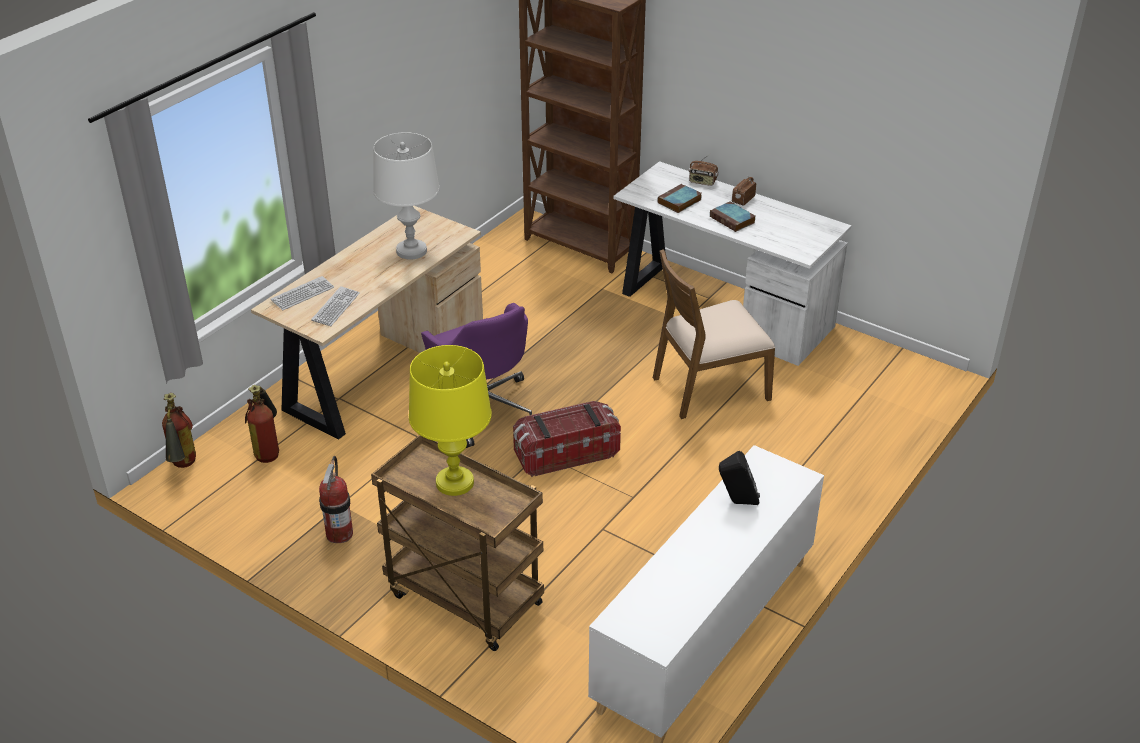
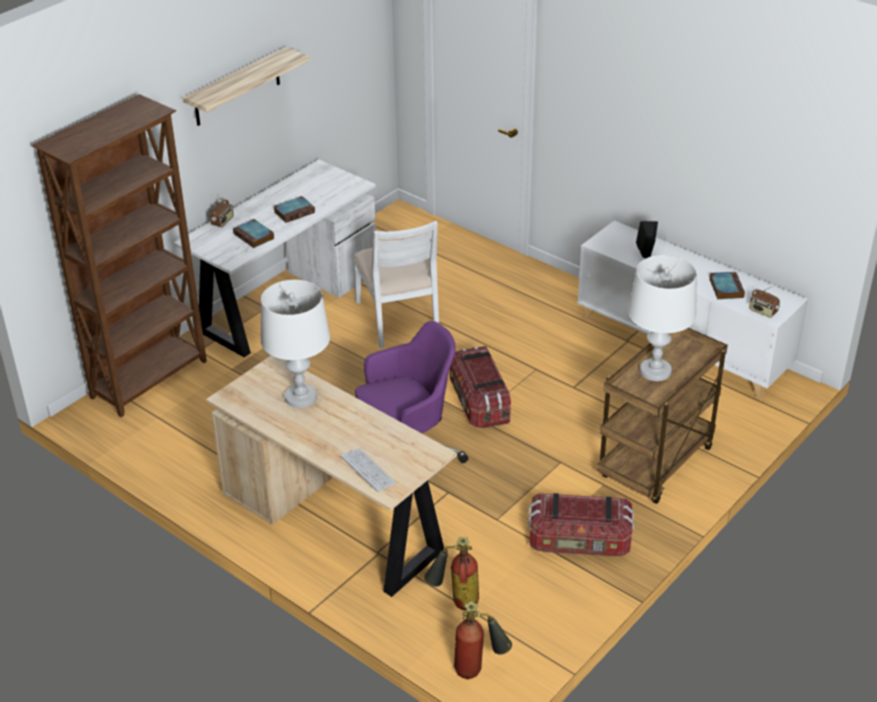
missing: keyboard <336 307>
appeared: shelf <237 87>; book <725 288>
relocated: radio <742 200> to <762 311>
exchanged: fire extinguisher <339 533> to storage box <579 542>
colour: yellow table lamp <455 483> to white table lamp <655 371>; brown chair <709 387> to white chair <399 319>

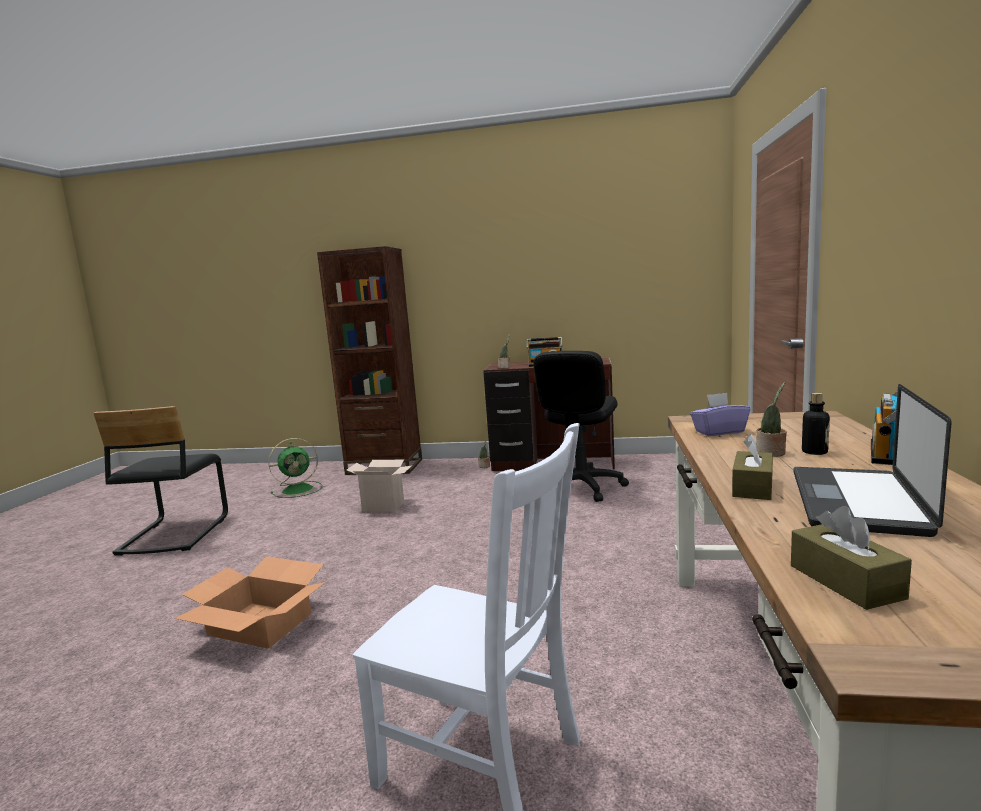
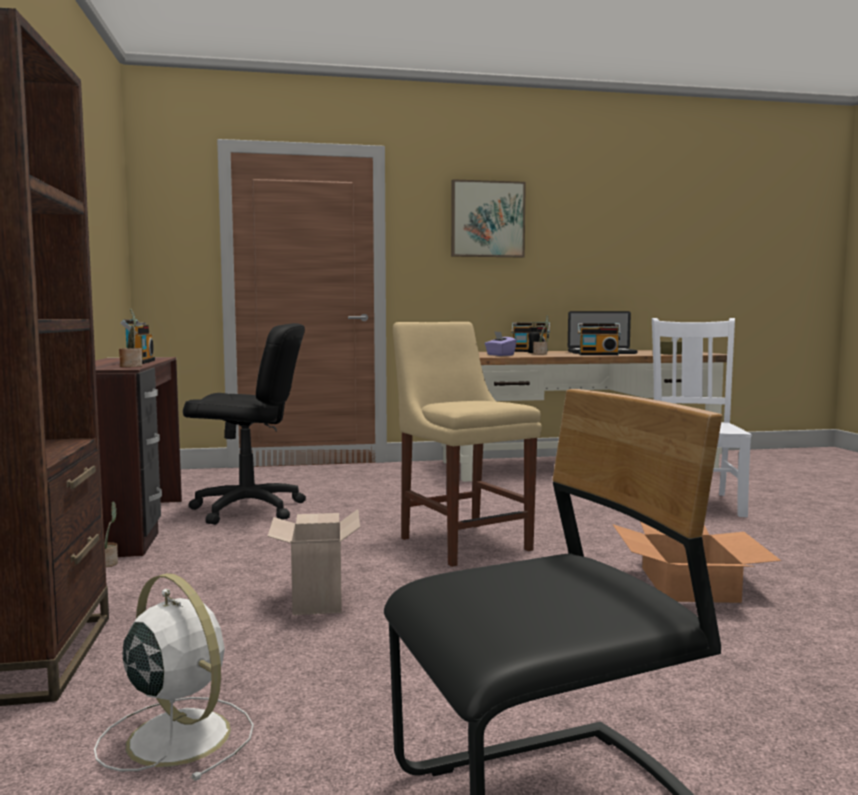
appeared: beige chair <462 542>; picture <487 219>
exchanged: brown tissue box <752 487> to radio <598 354>
colour: green fan <299 489> to white fan <176 735>

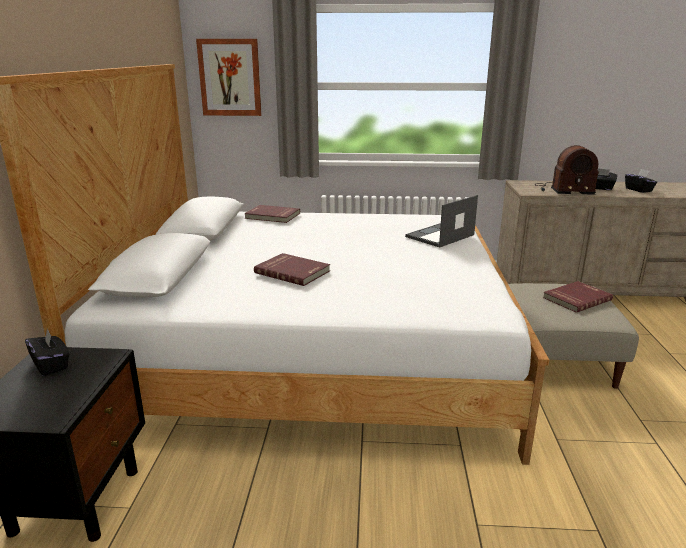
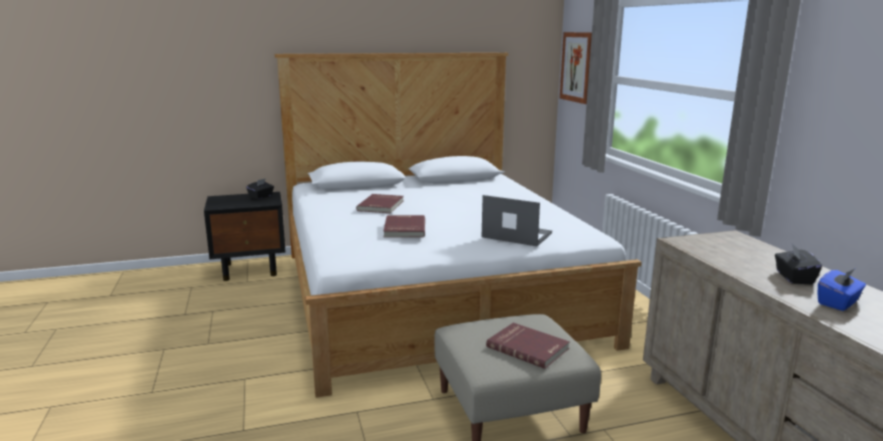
missing: radio <563 190>
relocated: red book <272 216> to <403 229>
colour: black tissue box <638 190> to blue tissue box <838 303>

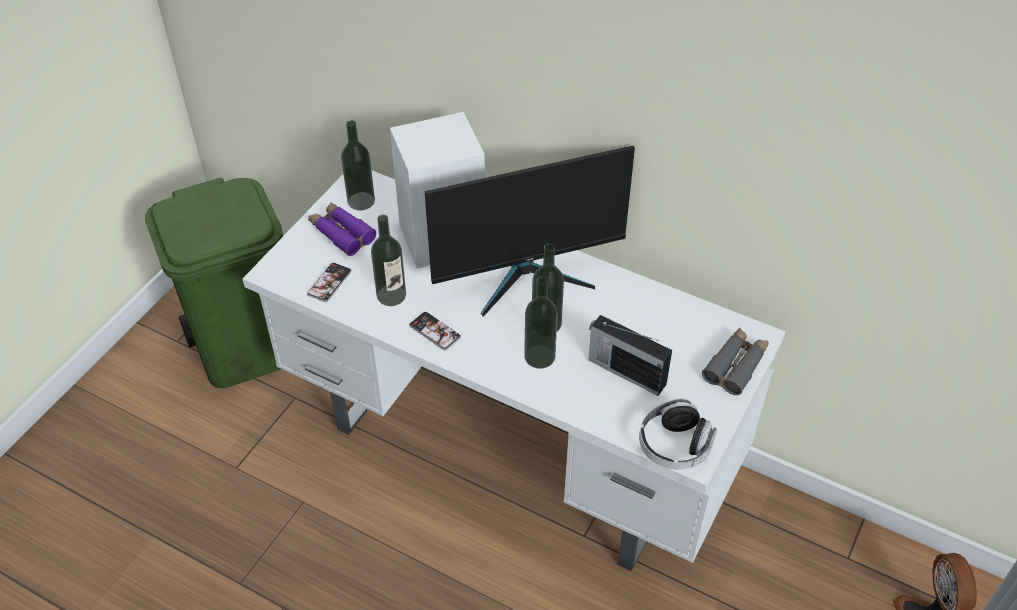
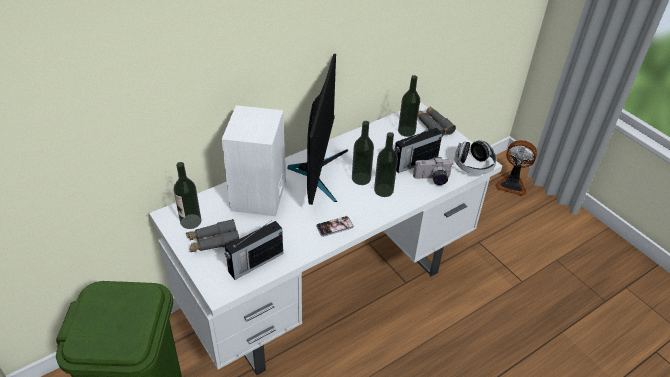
appeared: photo camera <432 179>
relocated: bottle <391 295> to <406 131>
exchanged: phone <329 283> to radio <255 263>
colour: purple binoculars <341 233> to grey binoculars <213 241>

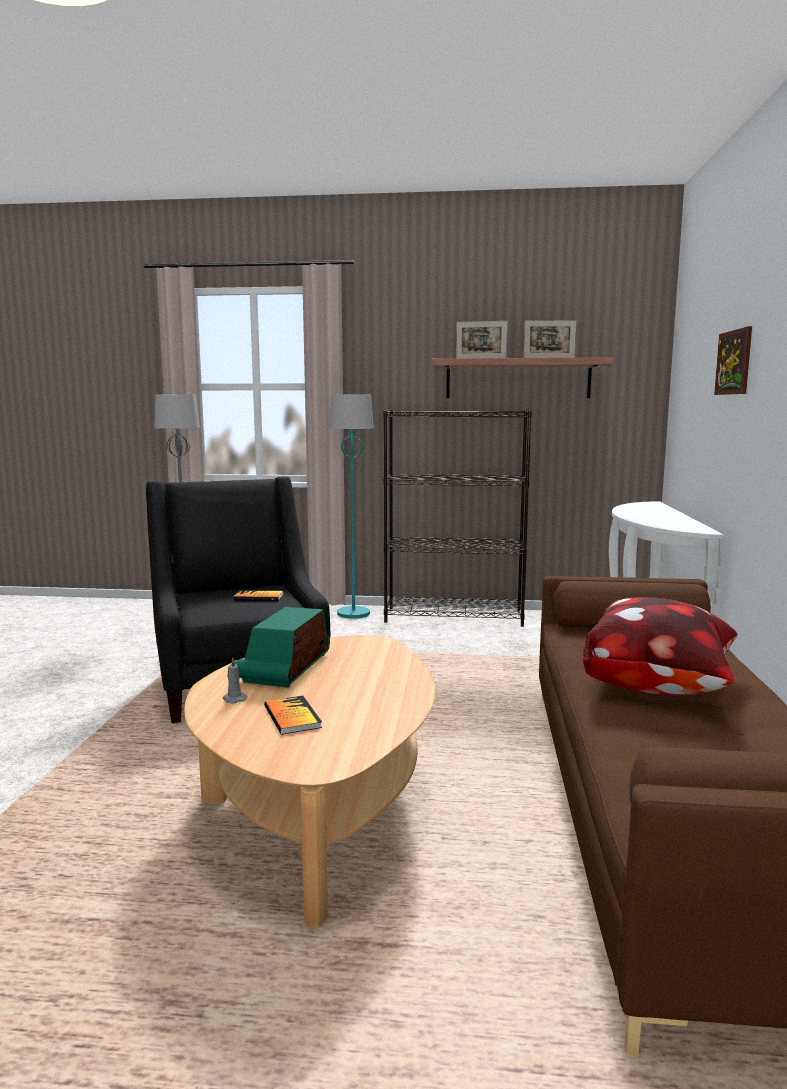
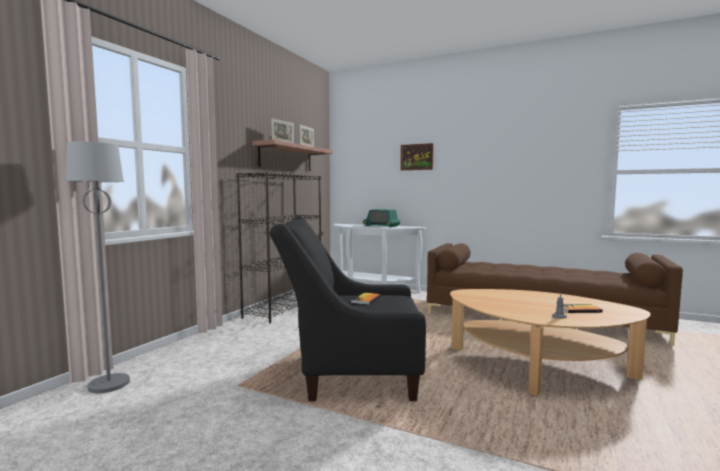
missing: turquoise floor lamp <354 613>; pillow <660 686>
relocated: radio <285 668> to <381 226>

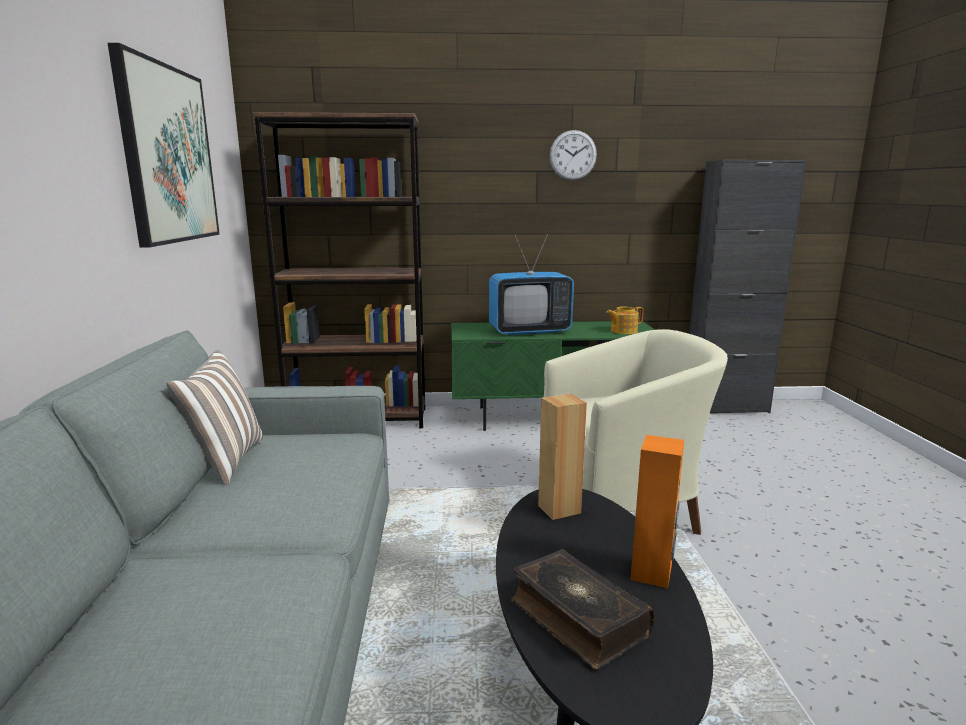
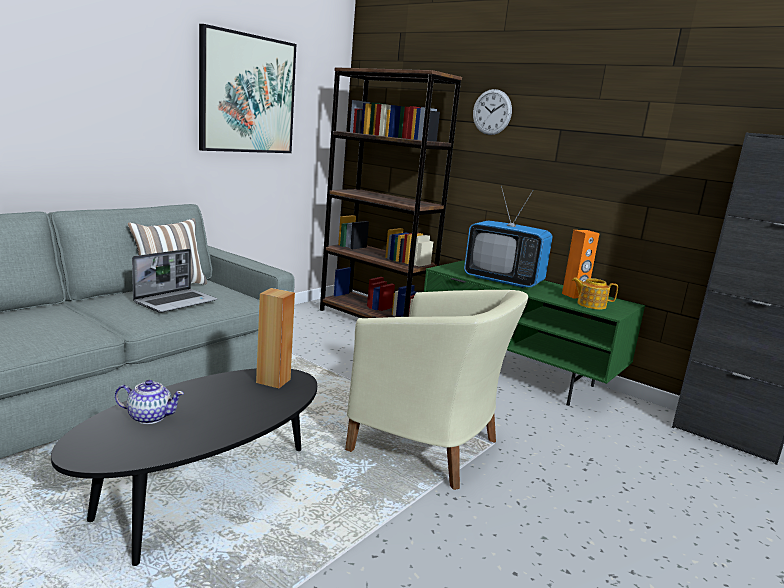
appeared: laptop <176 302>
relocated: wall clock <573 155> to <492 112>; orange speaker <652 573> to <574 295>
exchanged: book <576 618> to teapot <149 417>

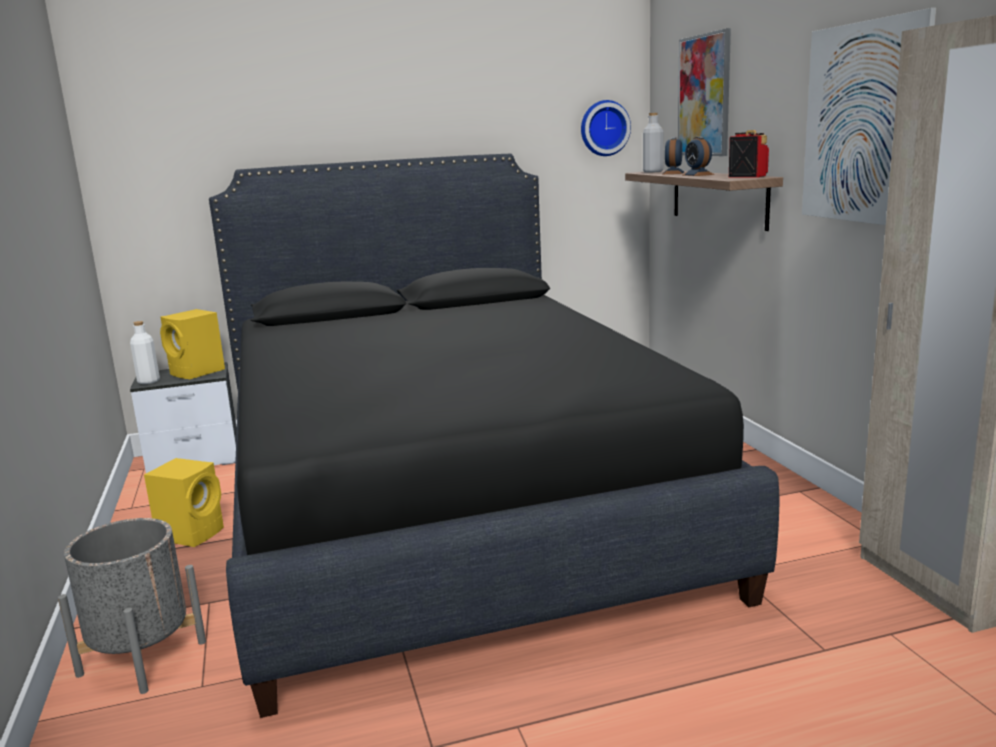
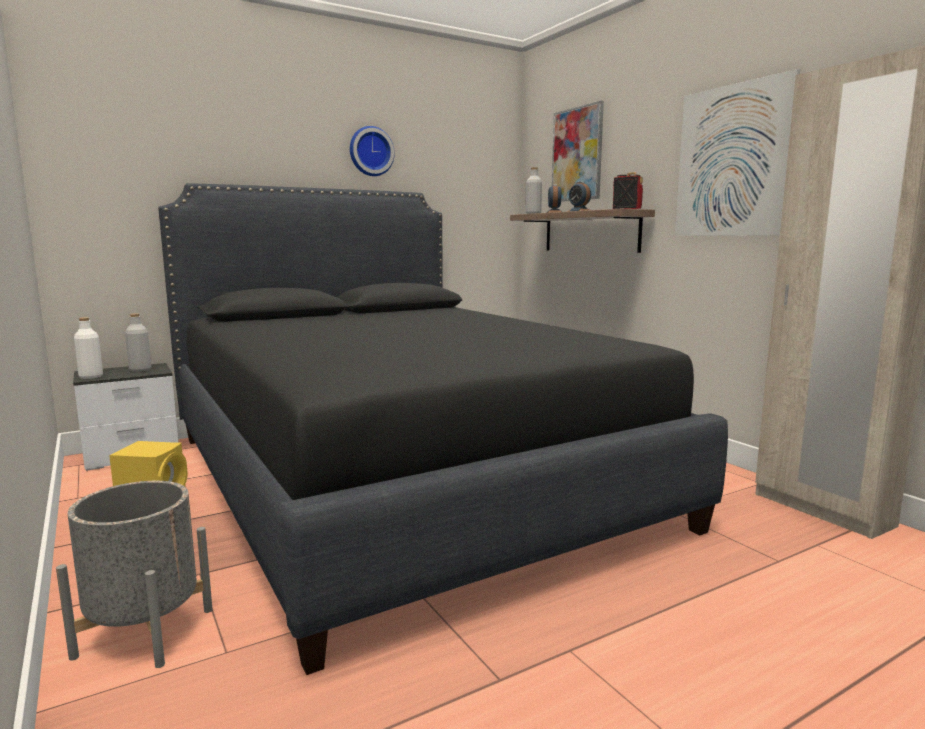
relocated: wall clock <604 128> to <370 151>
exchanged: yellow speaker <198 372> to grey bottle <140 370>

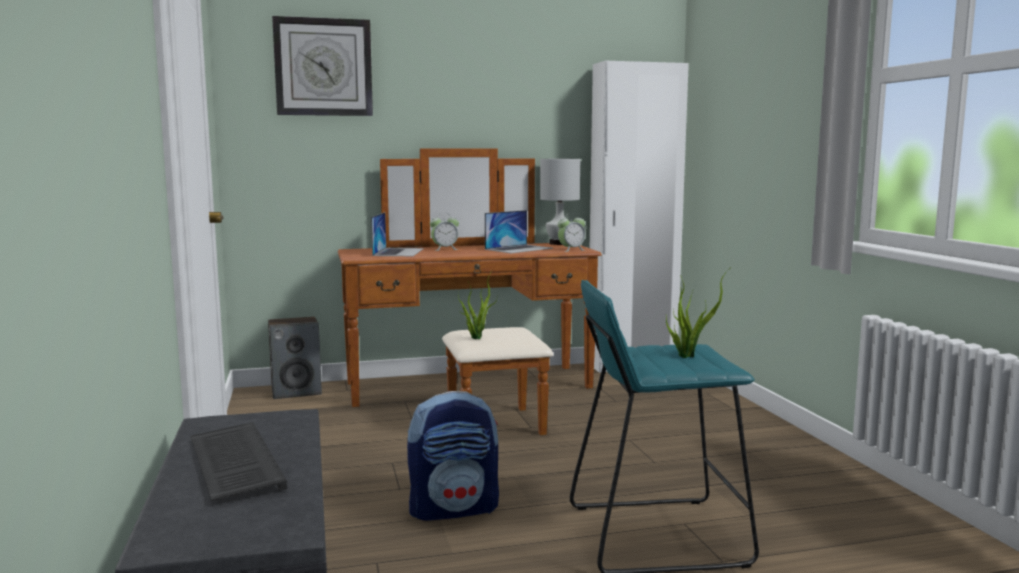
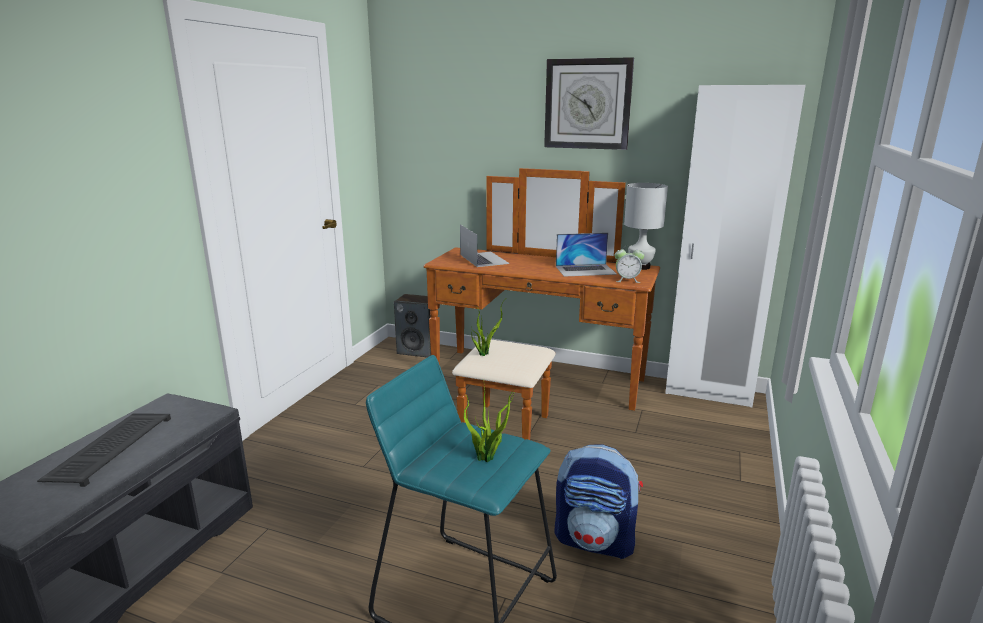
missing: alarm clock <444 249>
relocated: wall clock <323 67> to <587 104>; backpack <454 509> to <595 541>
spun: laptop <398 252> = <483 259> 60 degrees counterclockwise

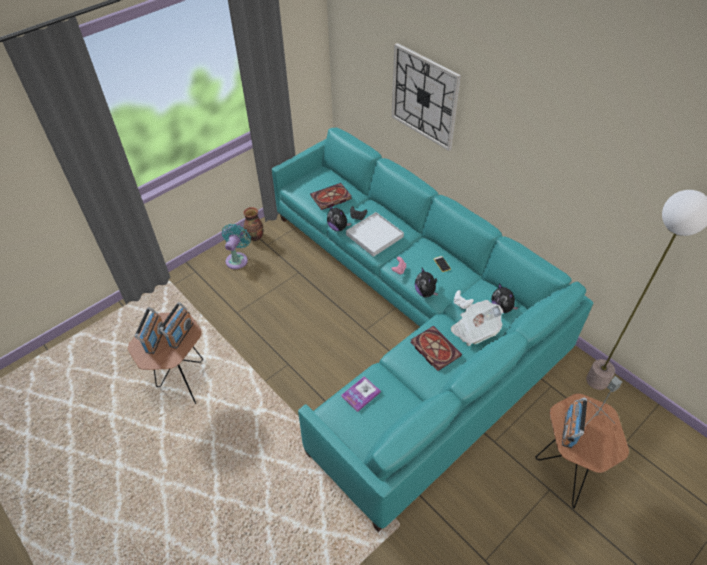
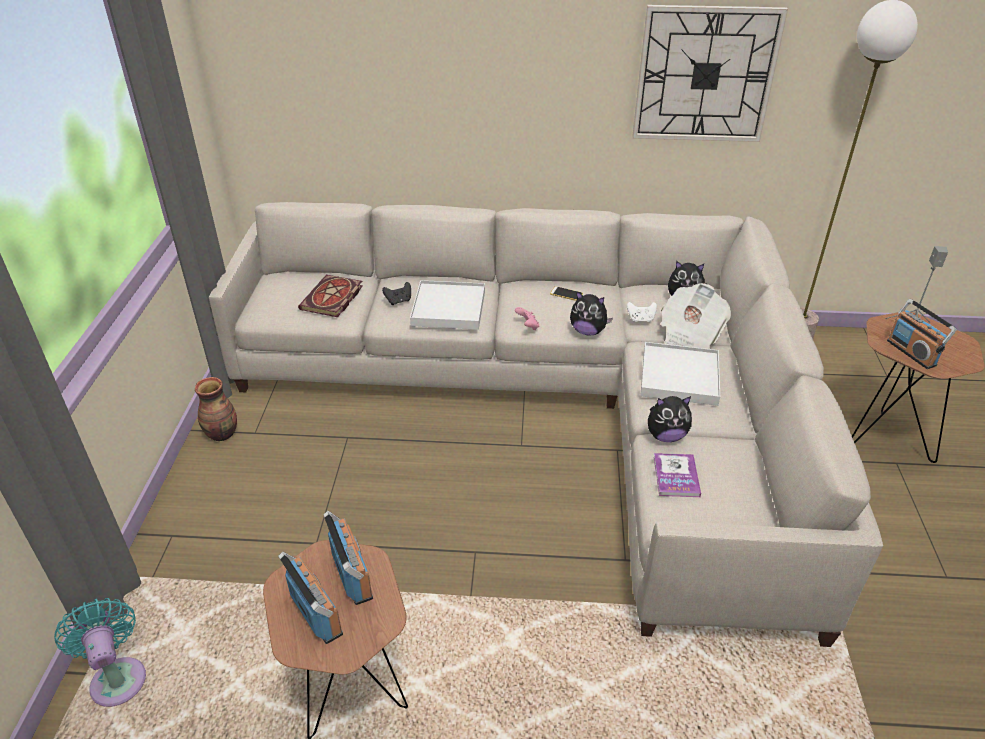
relocated: turquoise fan <237 259> to <117 677>; plush toy <338 227> to <666 435>; wall clock <424 97> to <705 75>
exchanged: book <433 349> to white tray <679 377>
colour: turquoise sofa <409 321> to beige sofa <558 403>

